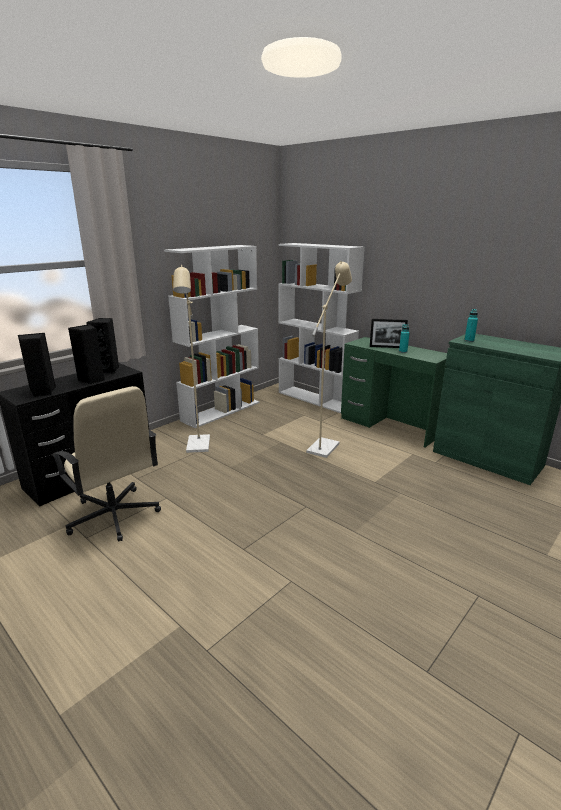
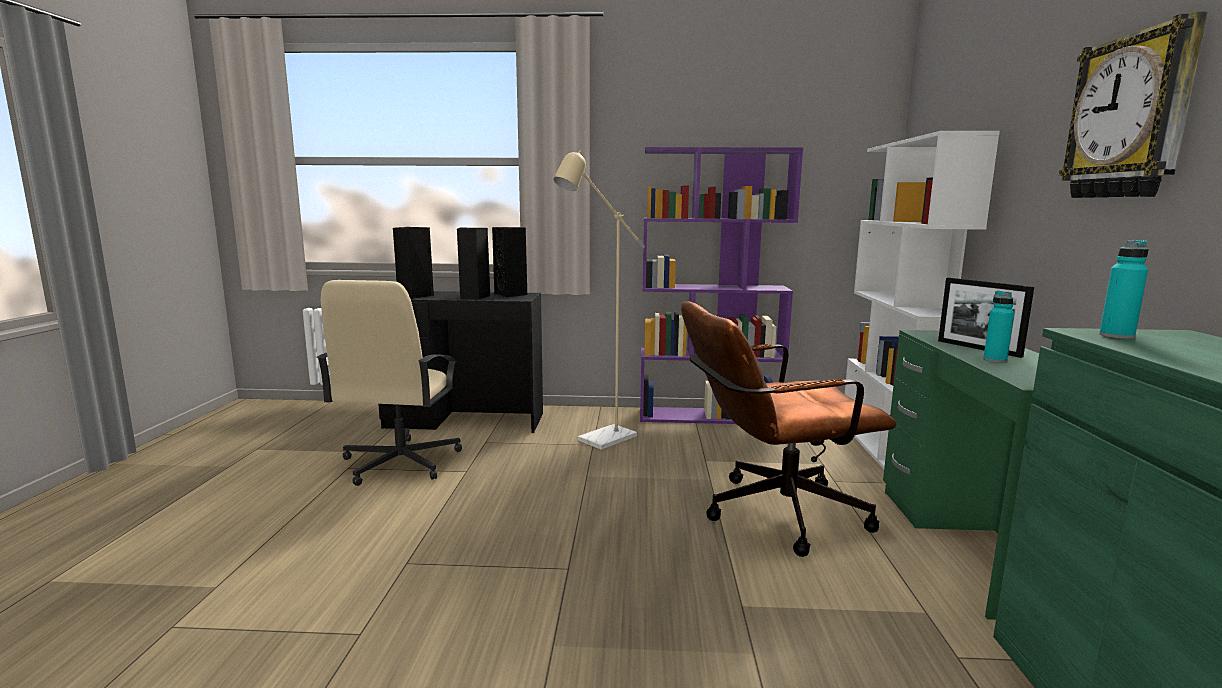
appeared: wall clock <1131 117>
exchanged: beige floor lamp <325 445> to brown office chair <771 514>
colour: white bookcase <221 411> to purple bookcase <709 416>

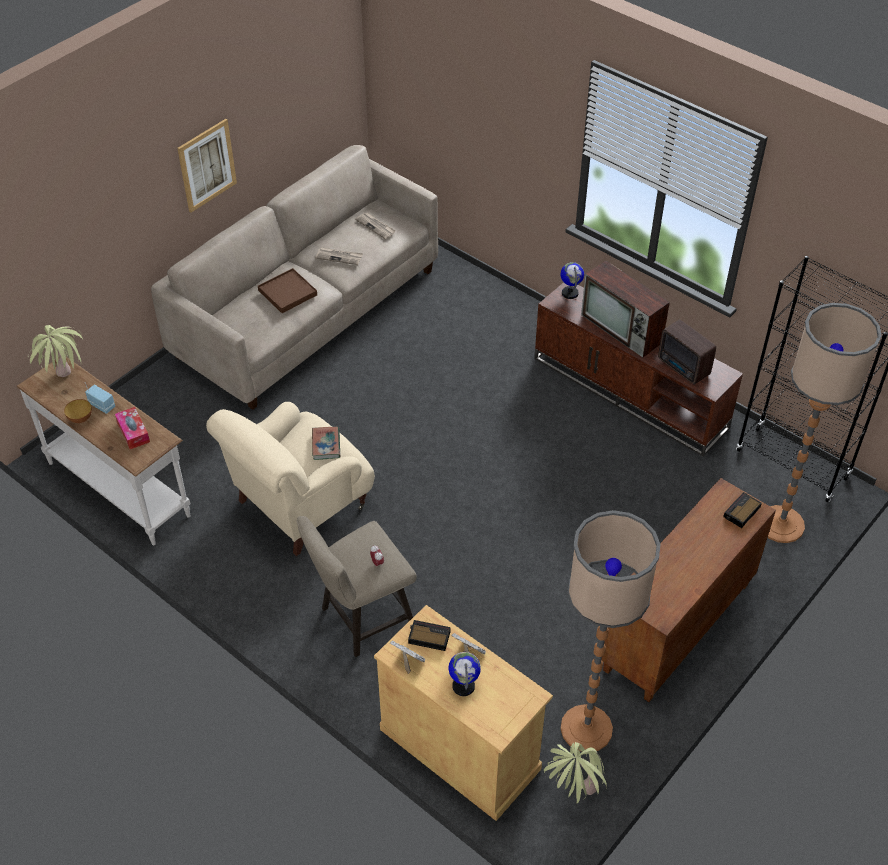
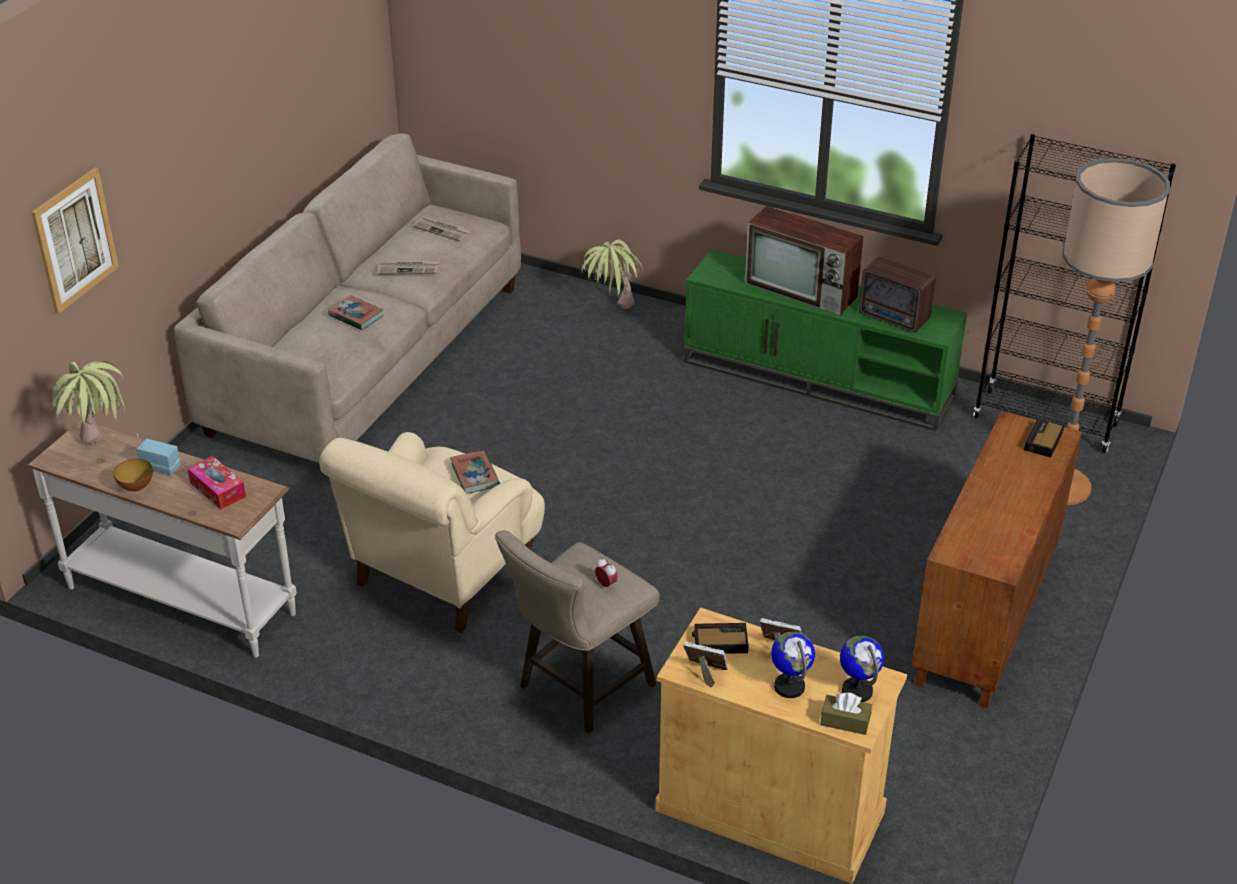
missing: floor lamp <586 729>
appeared: brown tissue box <845 721>
relocated: picture <207 165> to <75 240>; potted plant <572 797> to <612 314>; globe <570 293> to <857 691>
exchanged: brown tray <287 292> to book <356 316>
colour: brown tv stand <631 392> to green tv stand <819 378>

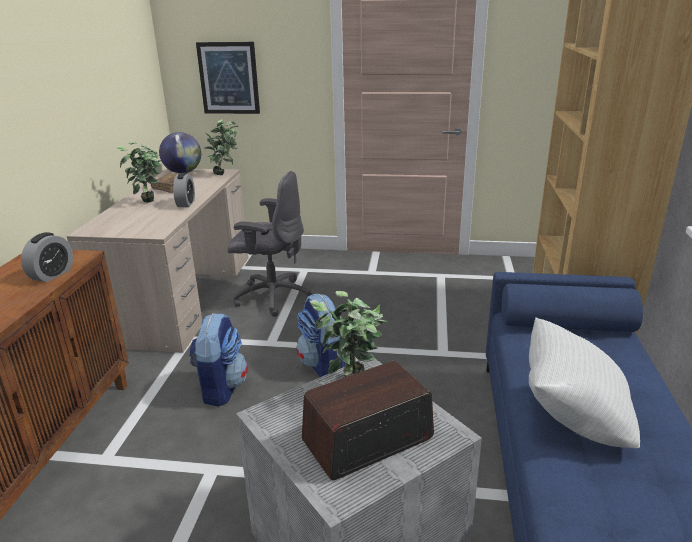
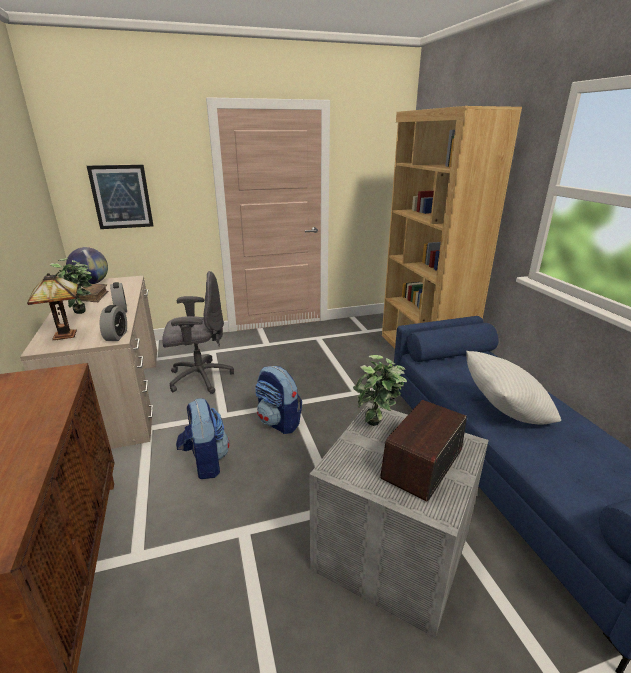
missing: potted plant <226 174>
appeared: table lamp <67 334>
relocated: alarm clock <52 275> to <116 336>

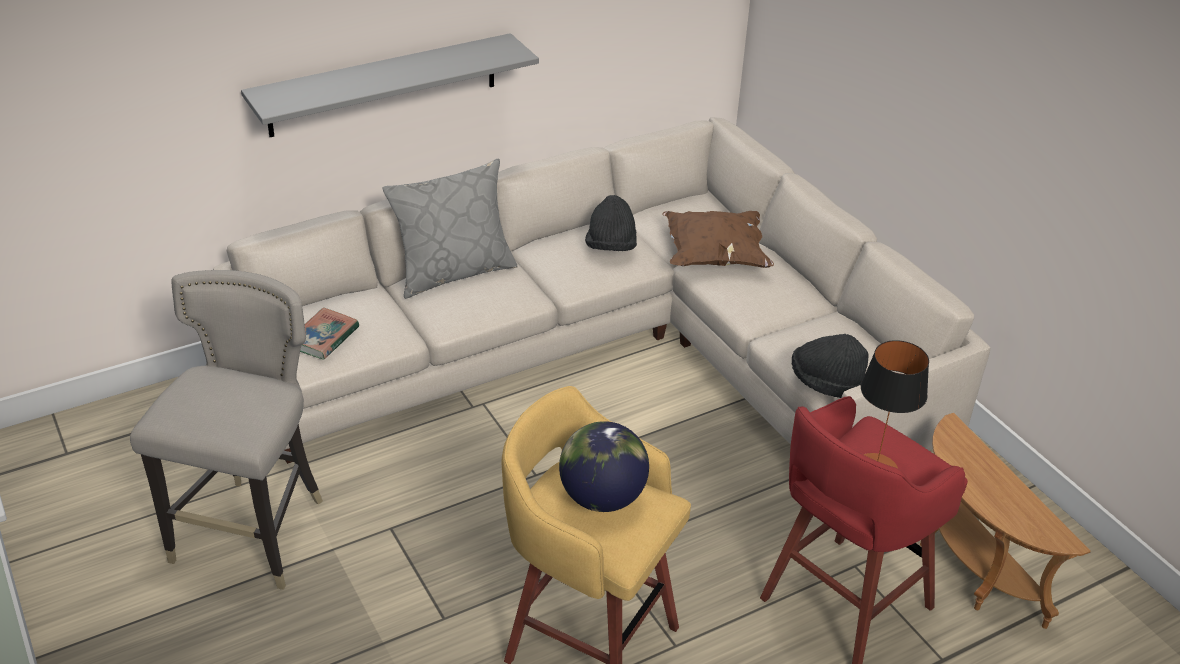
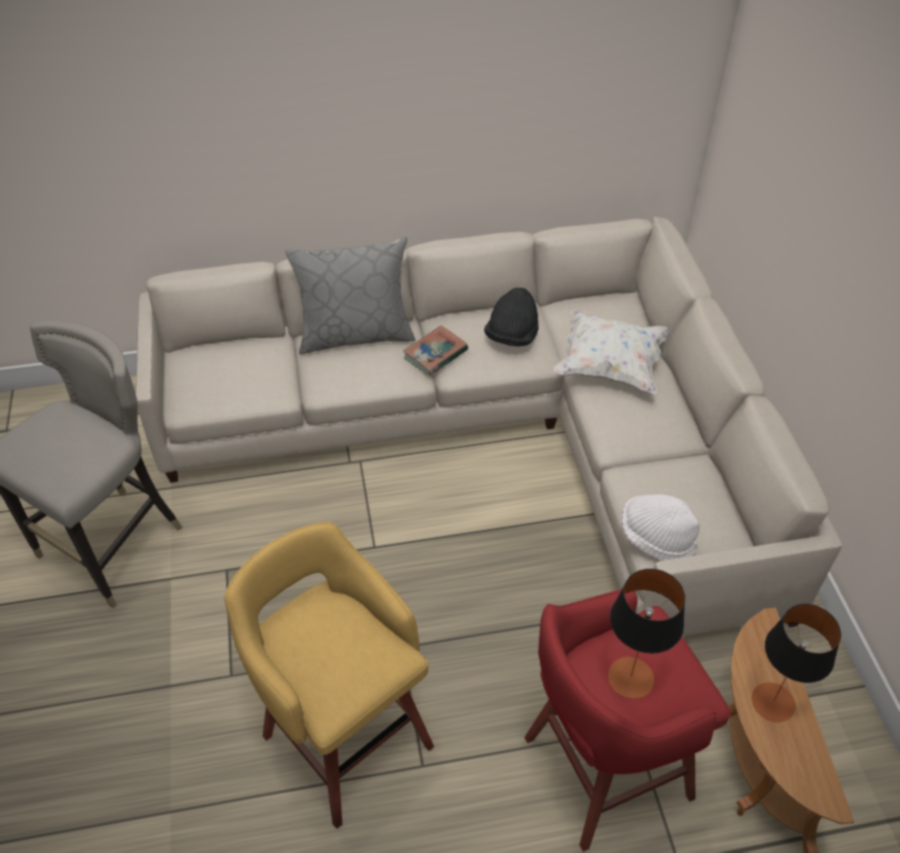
missing: grey shelf <383 85>; globe <602 498>
appeared: table lamp <772 702>
relocated: book <324 337> to <435 354>
colour: brown pillow <714 257> to white pillow <609 366>; black hat <826 382> to white hat <656 538>

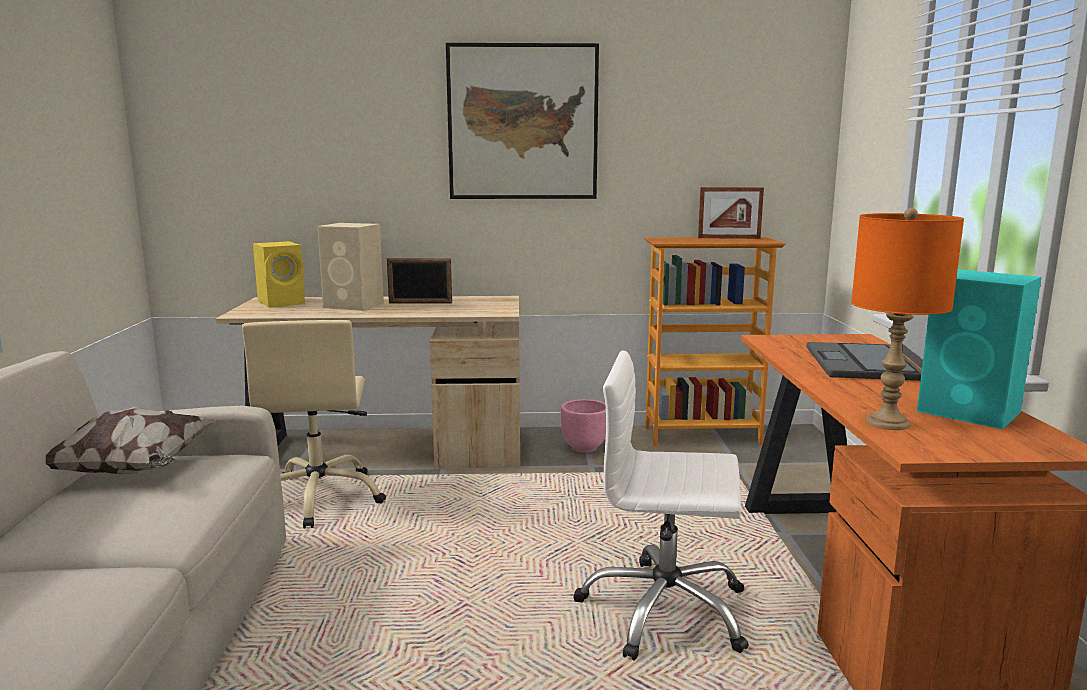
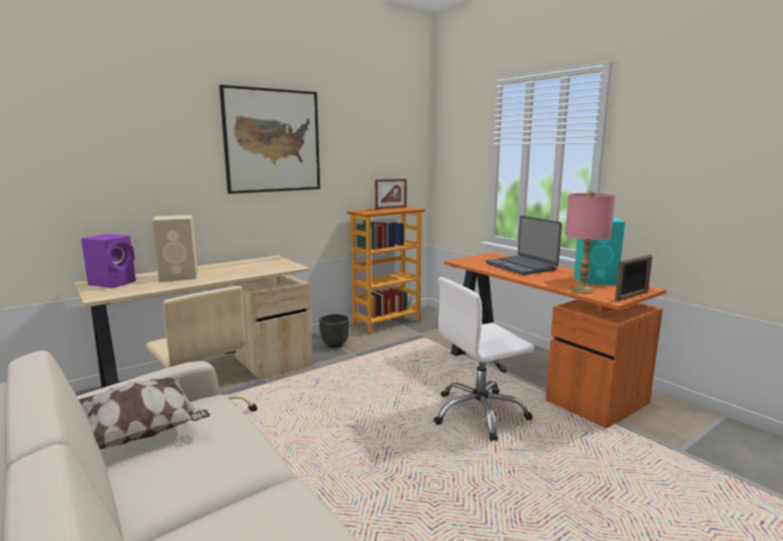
relocated: picture frame <420 303> to <632 296>
colour: yellow speaker <283 303> to purple speaker <114 283>; pink planter <584 448> to black planter <334 344>; orange table lamp <887 423> to pink table lamp <582 291>

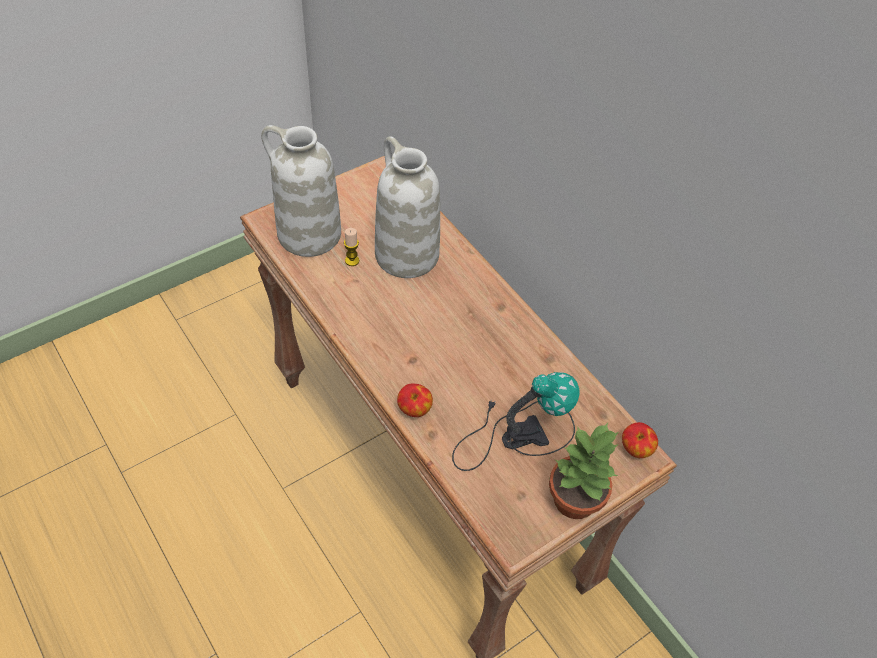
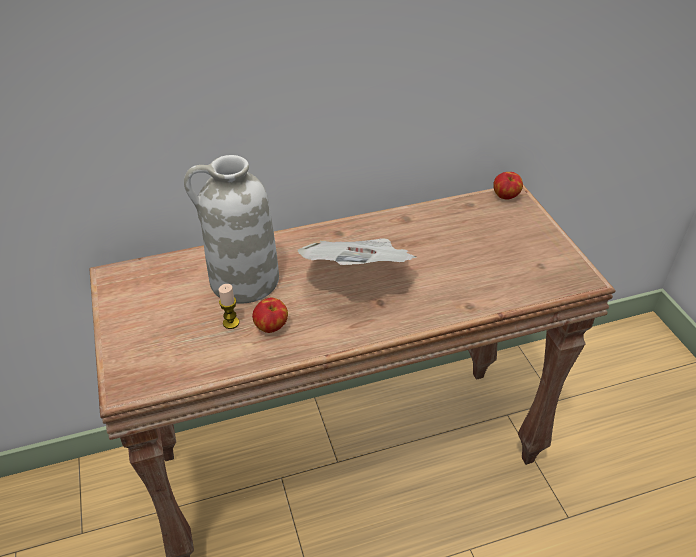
missing: white vase <308 234>; table lamp <516 433>; potted plant <575 500>
appeared: newspaper <359 274>
relocated: apple <414 409> to <271 327>

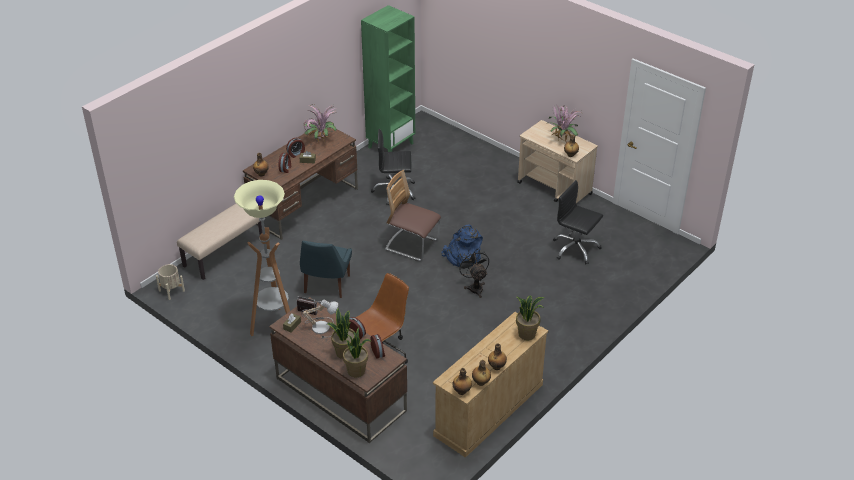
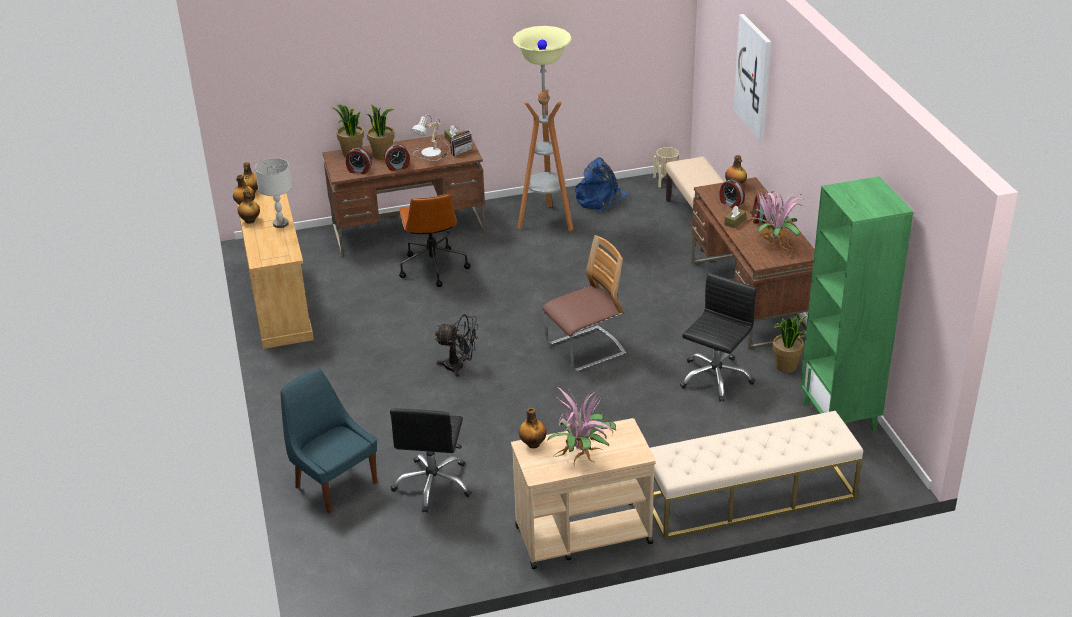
appeared: grey table lamp <281 224>; beige bench <749 497>; picture <754 77>
relocated: blue chair <326 285> to <334 483>; blue backpack <462 257> to <600 200>; potted plant <527 334> to <786 366>
spun: black office chair <575 249> = <433 484> 120 degrees clockwise

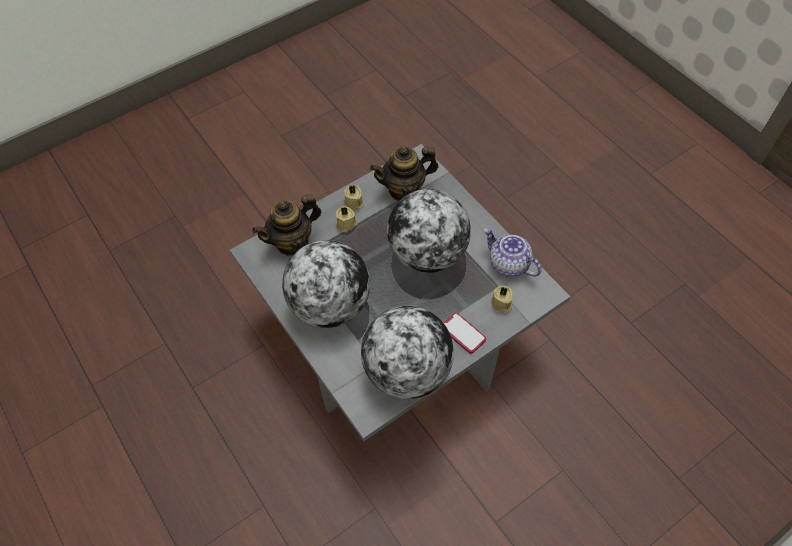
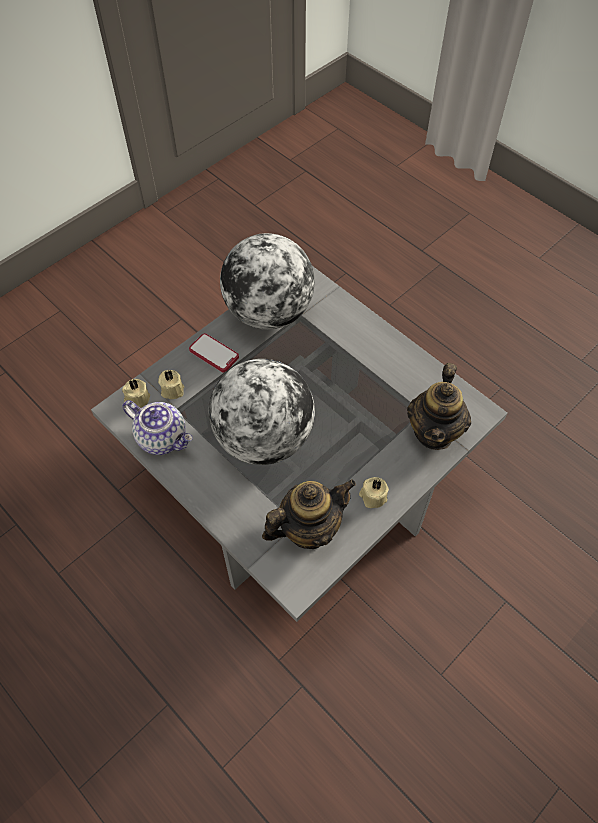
missing: globe <330 305>
relocated: beige candle <347 224> to <137 399>
spun: teapot <292 242> = <434 431> 150 degrees clockwise

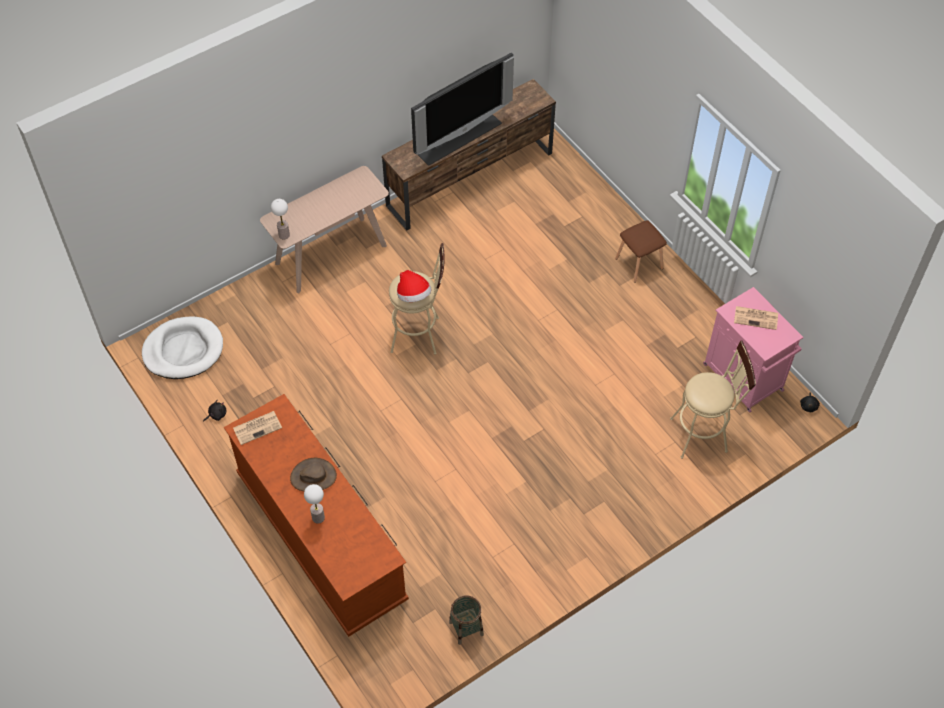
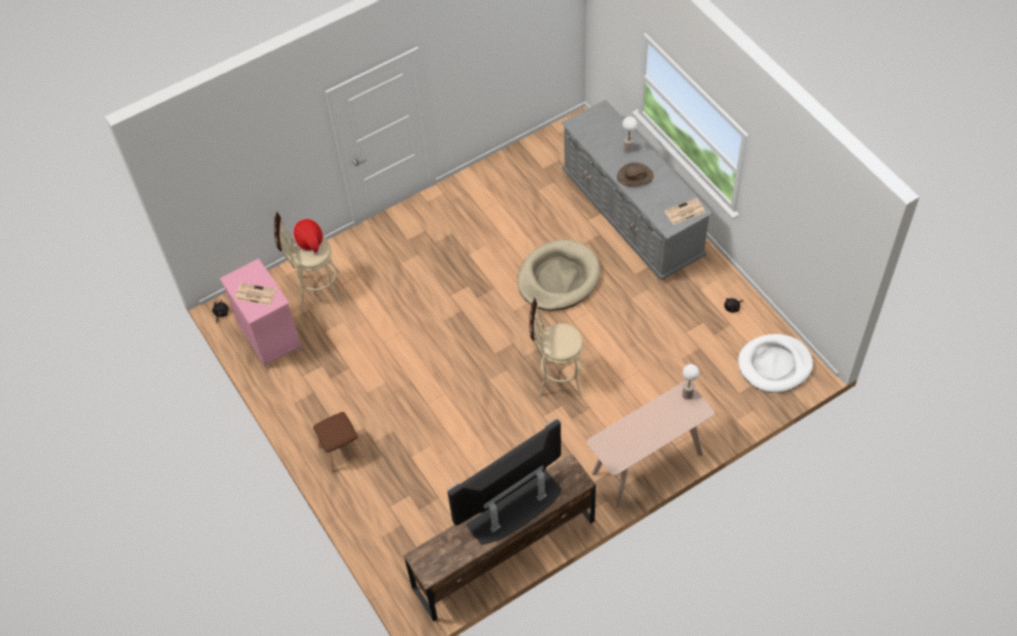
missing: basket <466 628>
appeared: beige dog bed <558 278>
relocated: hat <413 295> to <309 241>
colour: brown dresser <321 537> to grey dresser <631 214>

